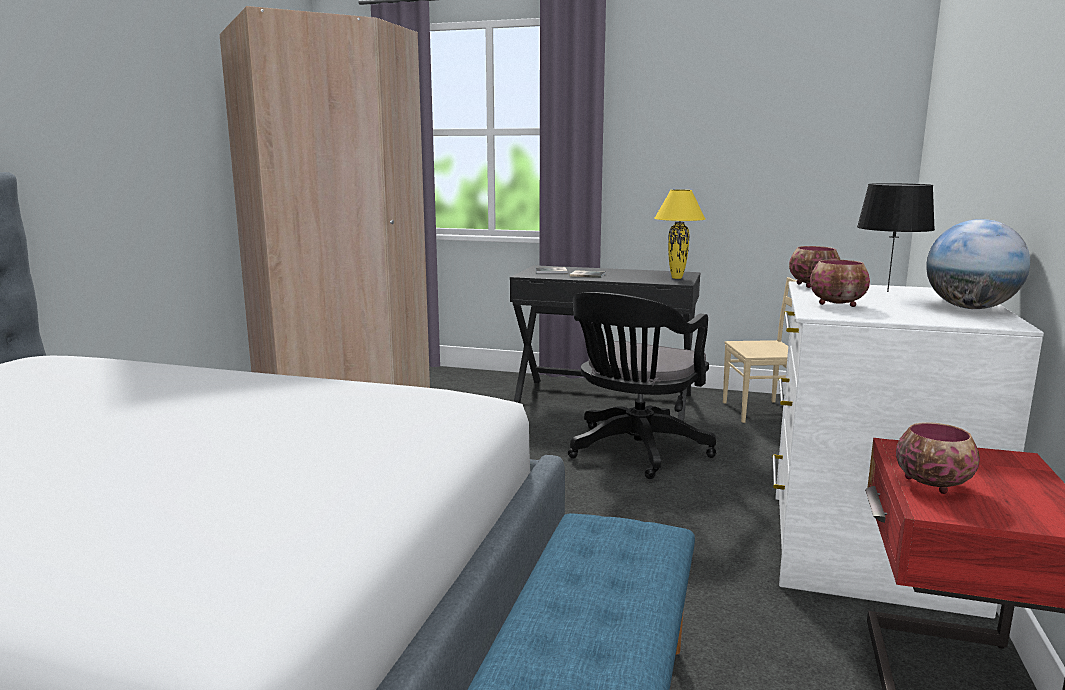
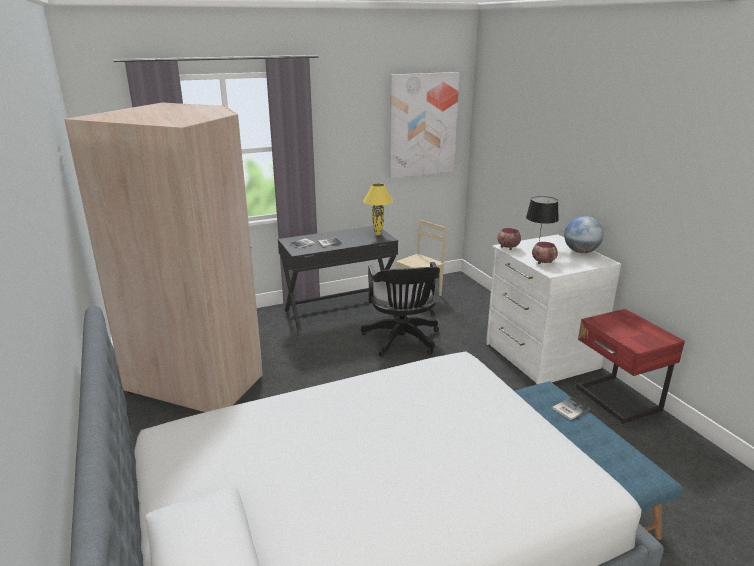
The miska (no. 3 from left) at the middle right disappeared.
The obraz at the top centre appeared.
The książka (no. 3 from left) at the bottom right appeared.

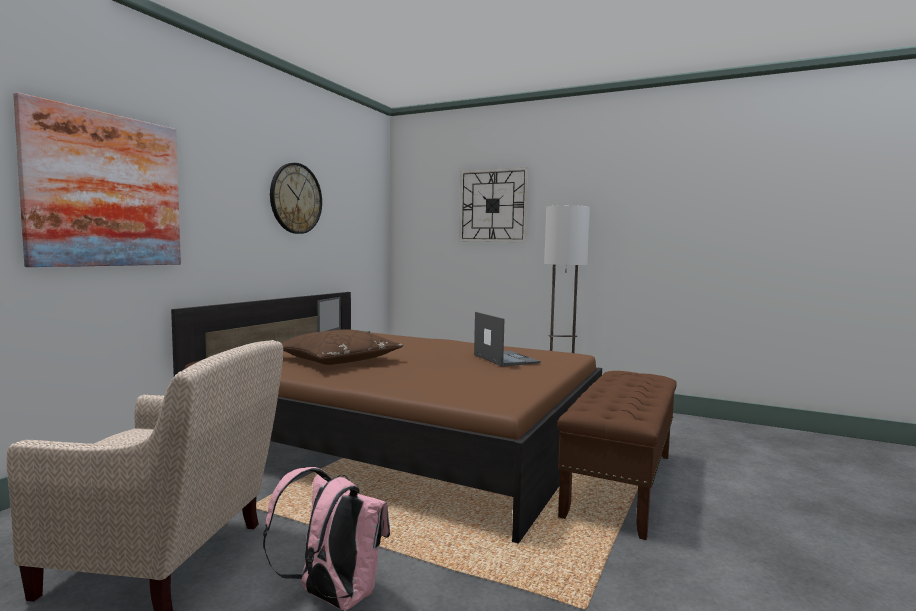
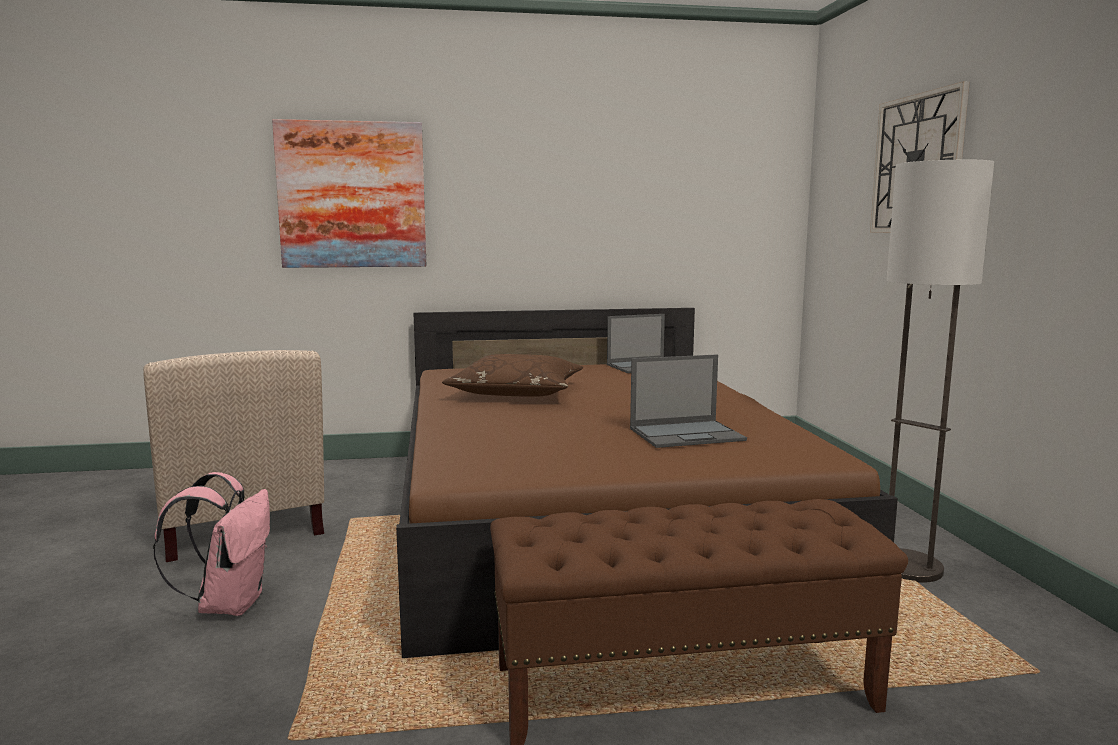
The zegar ścienny (no. 1 from left) at the top left disappeared.
The laptop (no. 2 from left) at the centre turned 45 degrees clockwise.

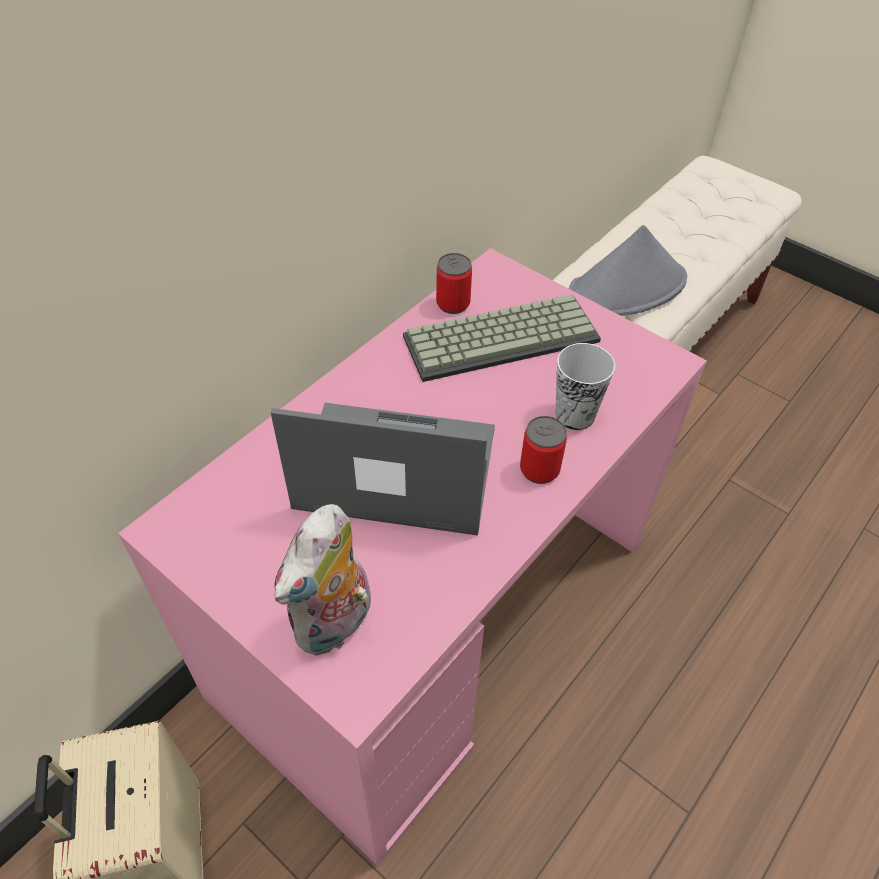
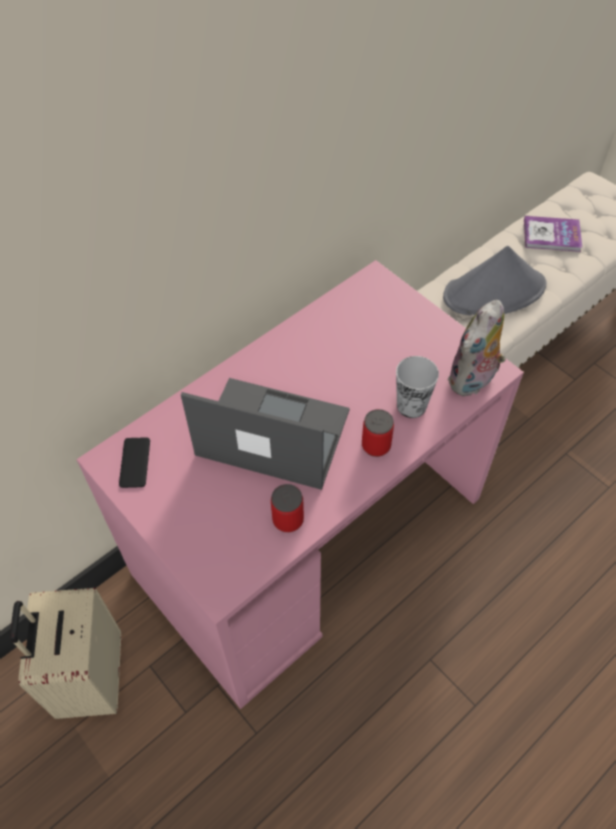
The pluszak moved from the centre to the middle right.
The klawiatura at the centre disappeared.
The puszka (no. 1 from left) moved from the top centre to the centre.
The telefon at the middle left appeared.
The książka at the top right appeared.

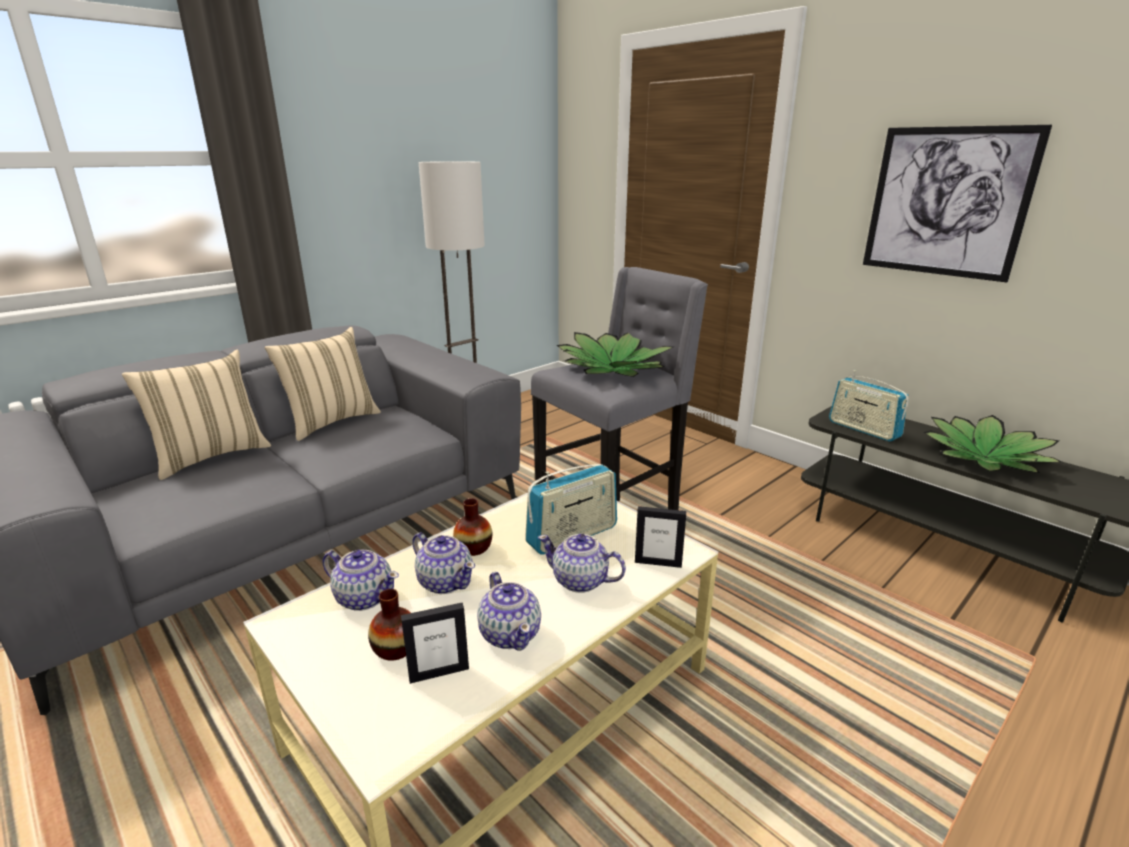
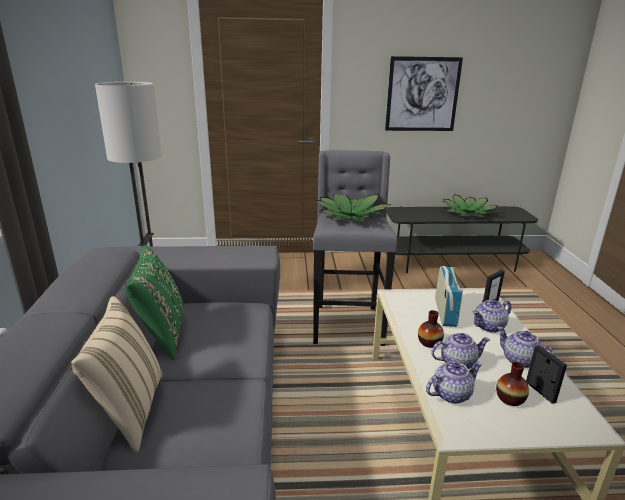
The poduszka (beżowy) (no. 2 from left) at the middle left became the poduszka (zielony) at the middle left.
The ramka na zdjęcie (no. 1 from left in the first image) at the bottom centre turned 45 degrees counterclockwise.
The imbryk (no. 3 from left in the first image) at the bottom centre turned 150 degrees counterclockwise.
The radio (no. 2 from left) at the middle right disappeared.

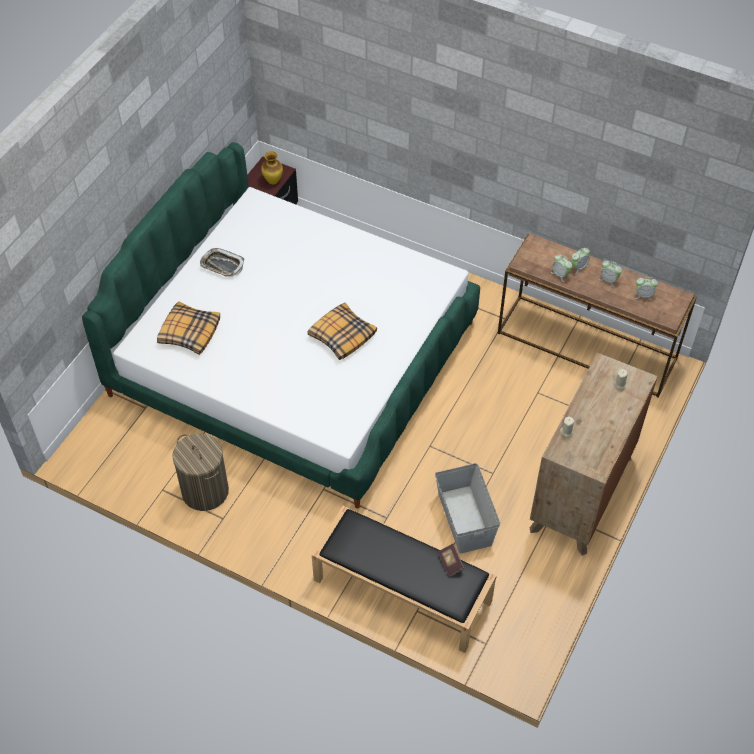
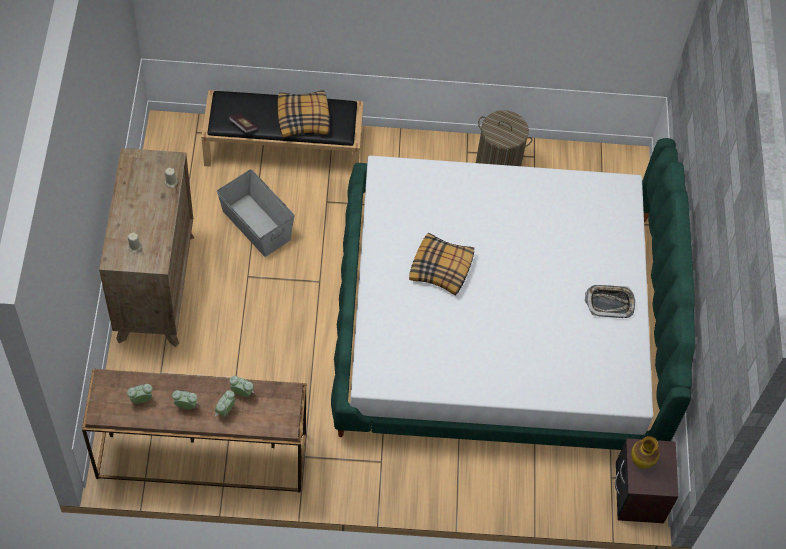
The poduszka (no. 1 from left) moved from the middle left to the top centre.

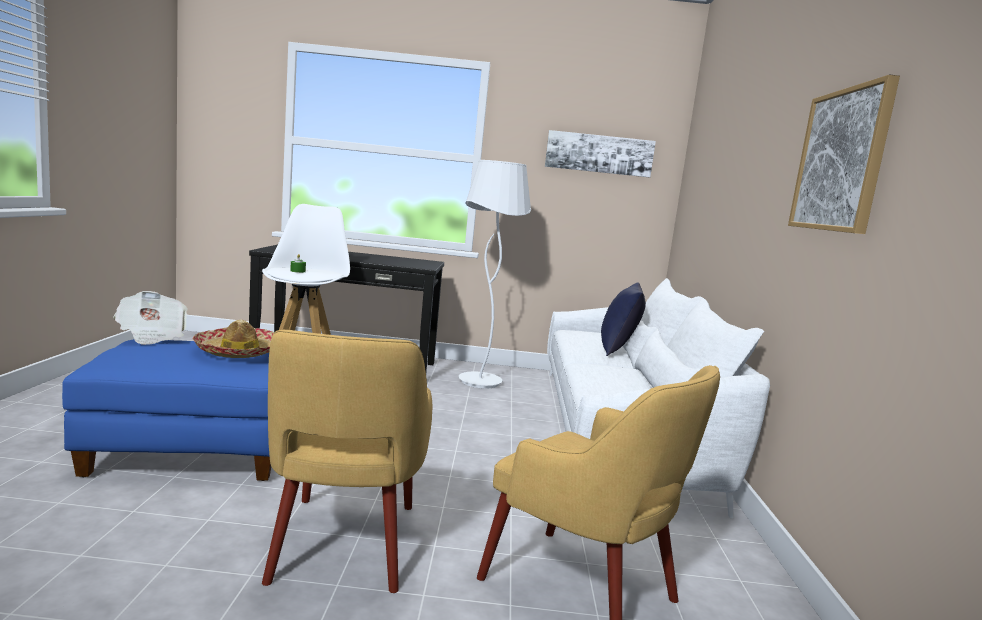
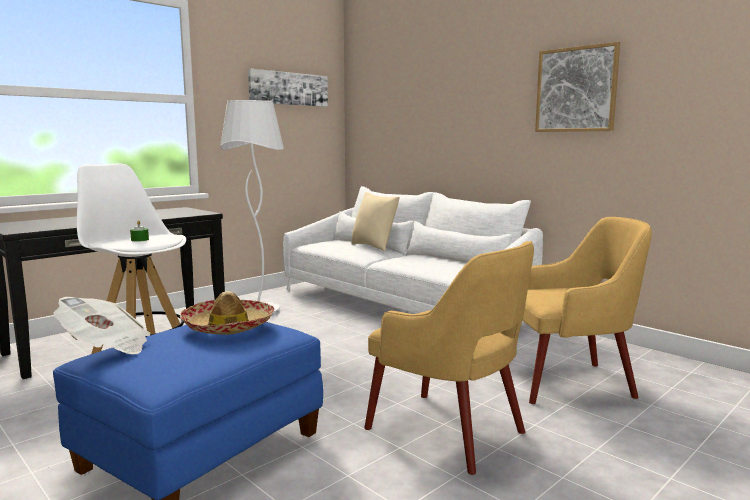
The poduszka (niebieski) at the centre became the poduszka (beżowy) at the centre.

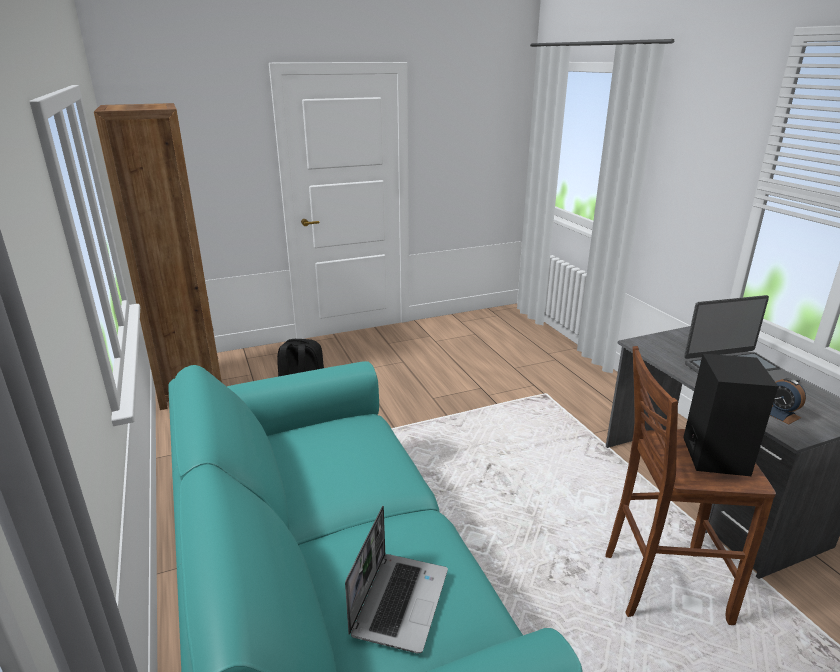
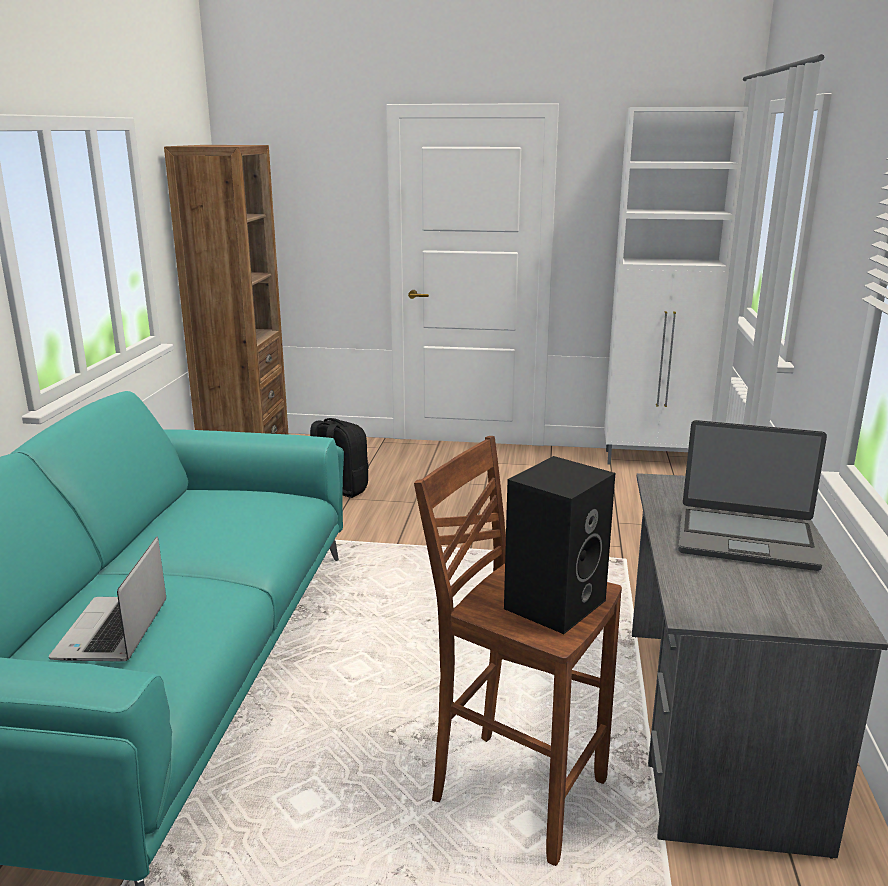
The laptop (no. 1 from left) at the bottom centre turned 135 degrees clockwise.
The budzik at the middle right disappeared.
The szafka (biały) at the top right appeared.

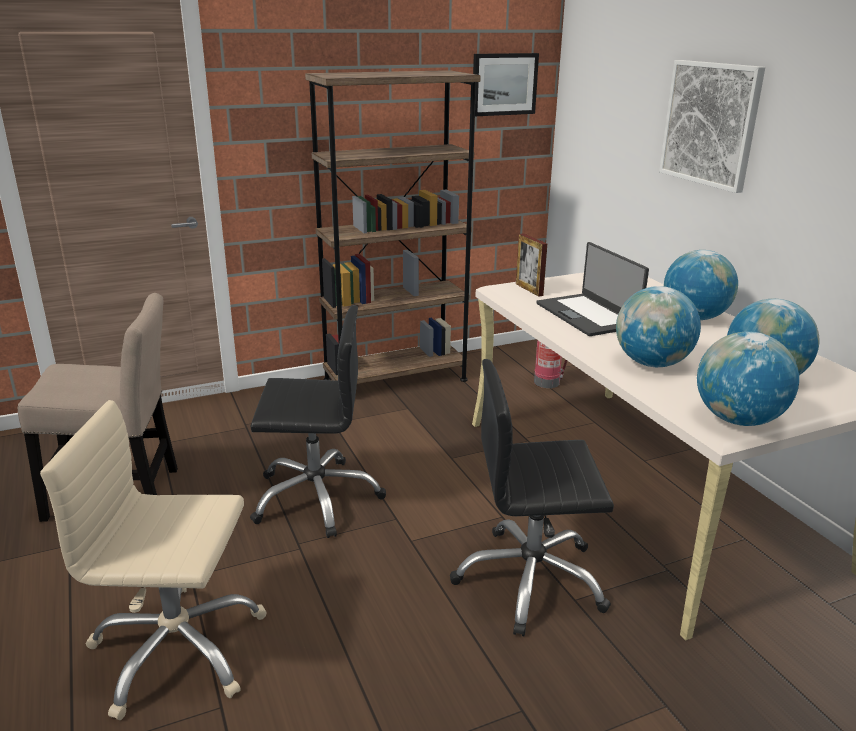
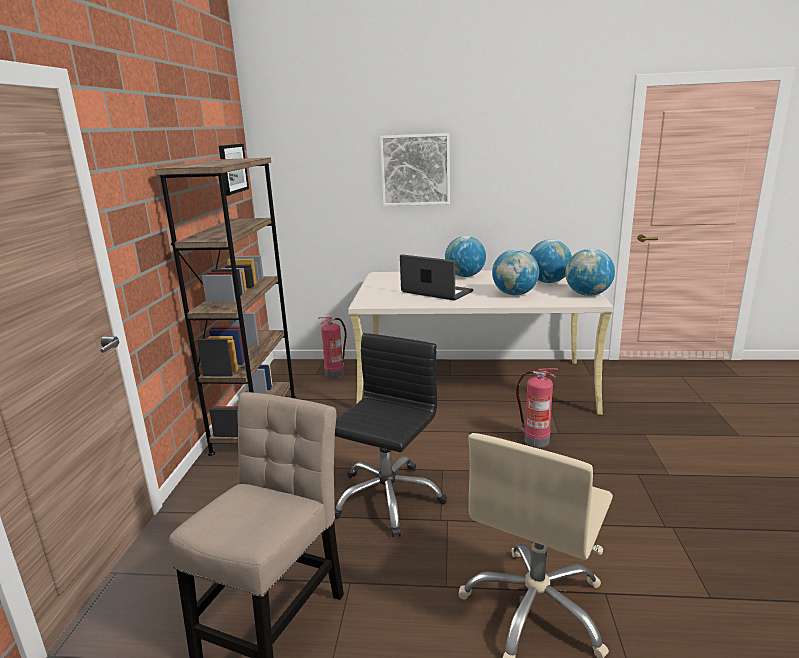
The krzesło biurowe (czarny) (no. 2 from left) at the bottom centre was replaced by the gaśnica (no. 2 from left) at the middle right.
The ramka na zdjęcie at the centre disappeared.
The laptop at the middle right turned 150 degrees counterclockwise.

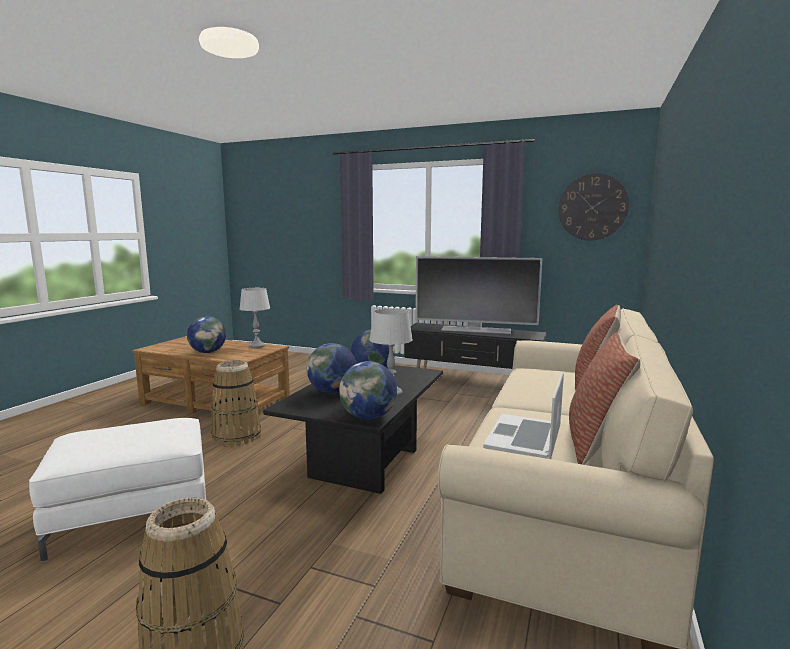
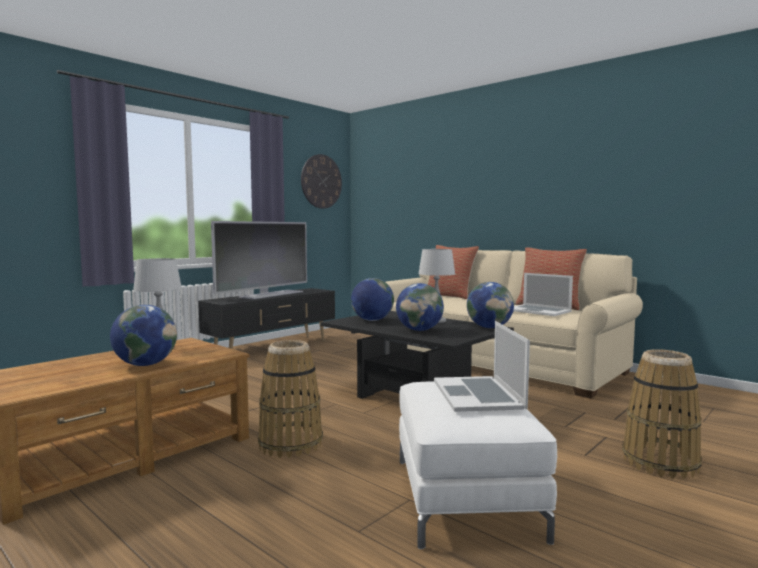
The laptop (no. 1 from left) at the centre appeared.

